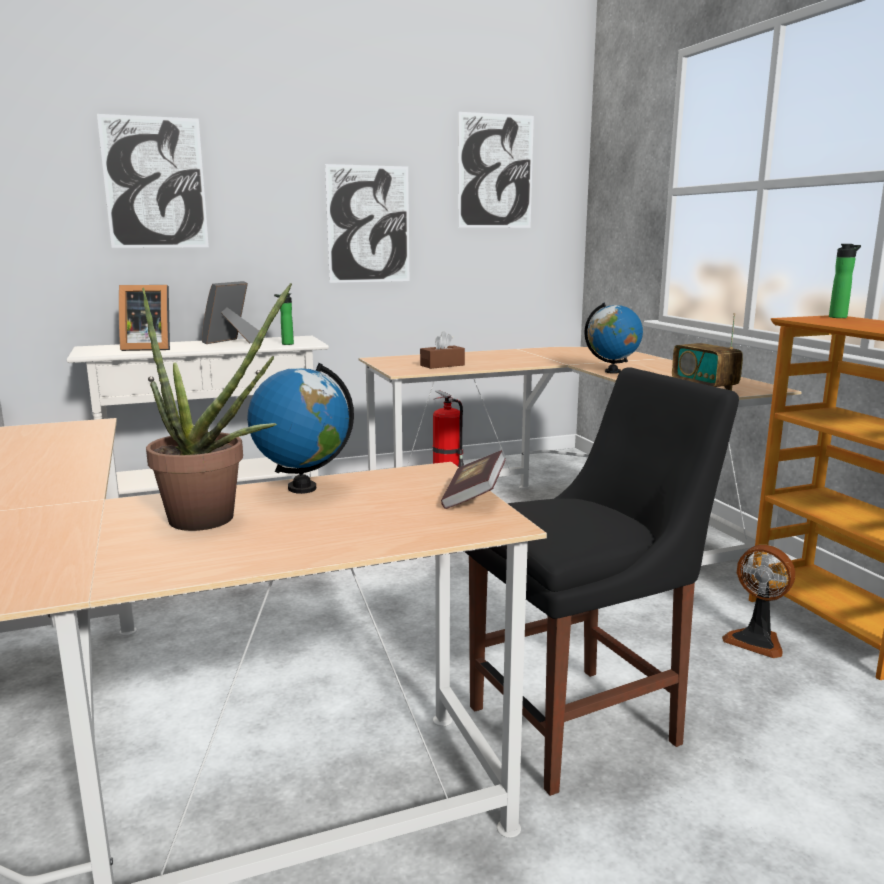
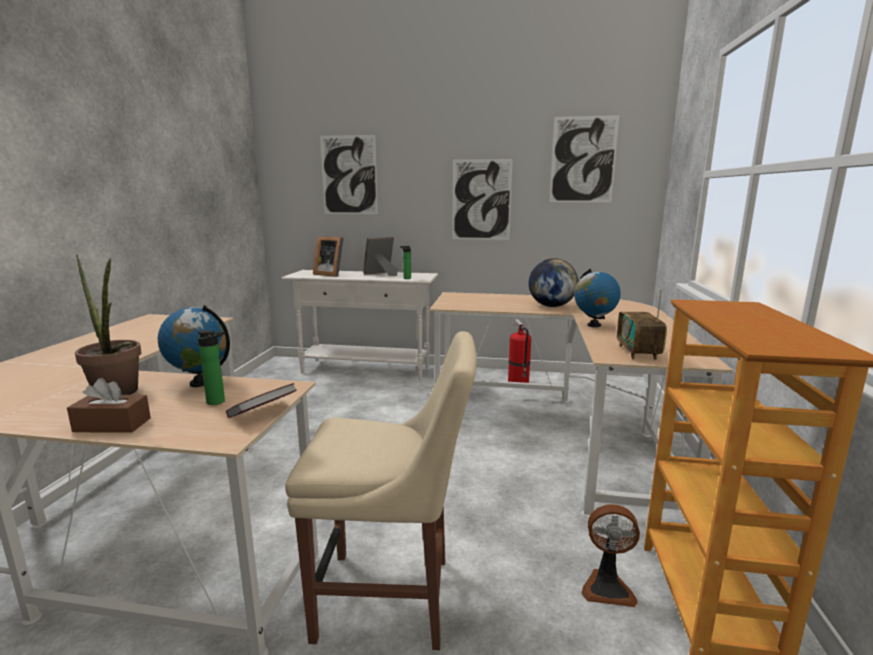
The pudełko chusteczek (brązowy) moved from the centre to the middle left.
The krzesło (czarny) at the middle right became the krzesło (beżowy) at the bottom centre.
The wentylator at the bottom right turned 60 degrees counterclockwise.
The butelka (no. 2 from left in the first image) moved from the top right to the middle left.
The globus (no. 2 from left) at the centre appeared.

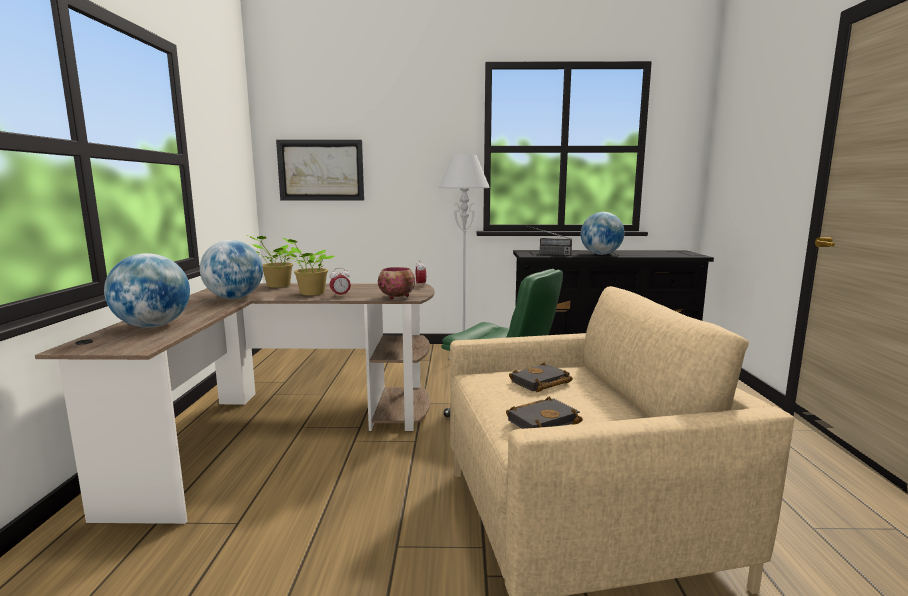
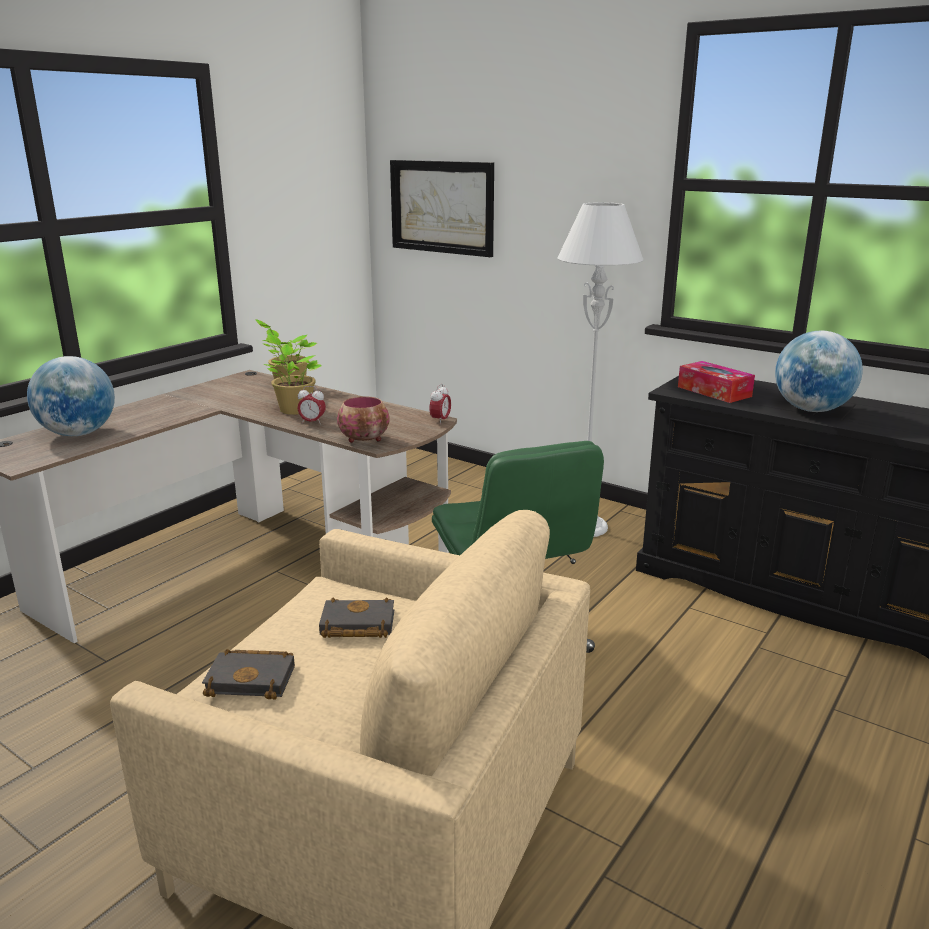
The globus (no. 2 from left) at the middle left disappeared.
The radio at the centre was replaced by the pudełko chusteczek at the middle right.

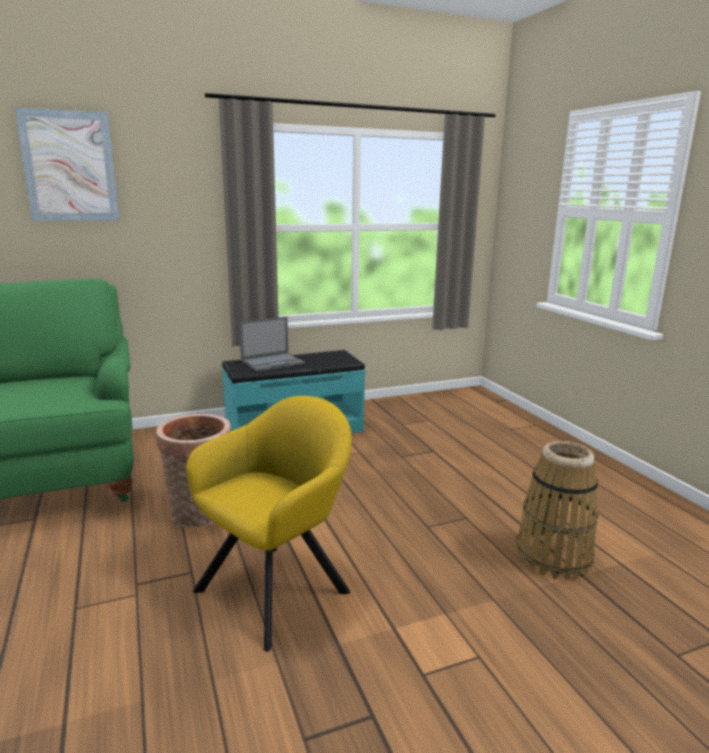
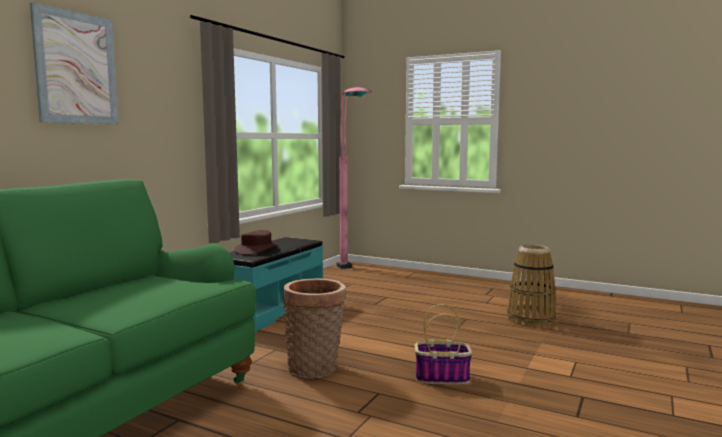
The fotel (żółty) at the bottom centre was replaced by the koszyk (no. 2 from left) at the bottom centre.
The laptop at the centre was replaced by the kapelusz (brązowy) at the centre.
The lampa stojąca (różowy) at the centre appeared.

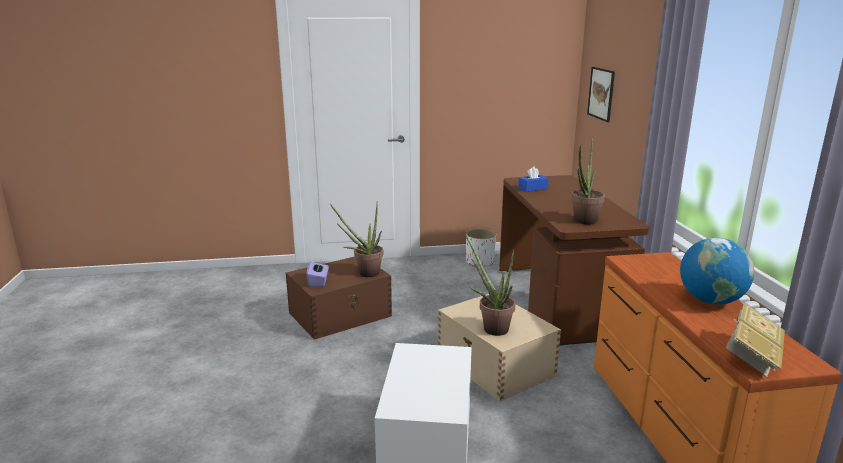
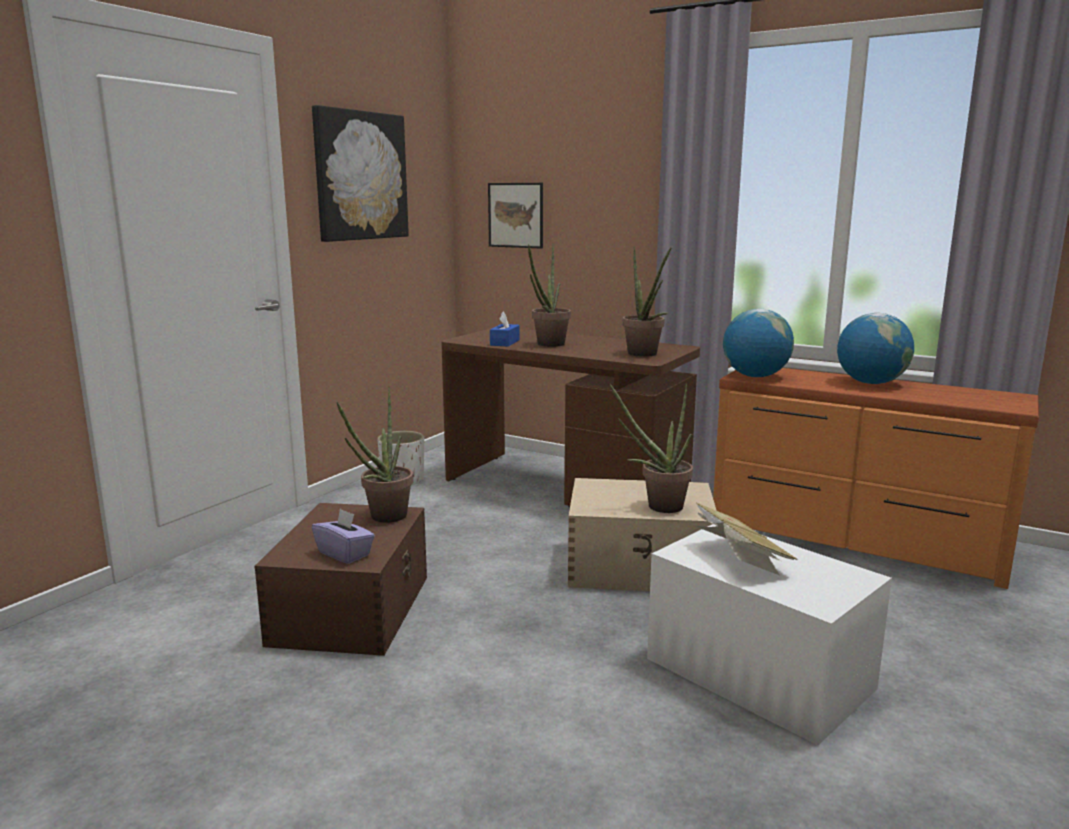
The książka moved from the bottom right to the middle right.
The obraz (no. 1 from left) at the top centre appeared.
The roślina doniczkowa (no. 2 from left) at the centre appeared.
The globus (no. 1 from left) at the middle right appeared.

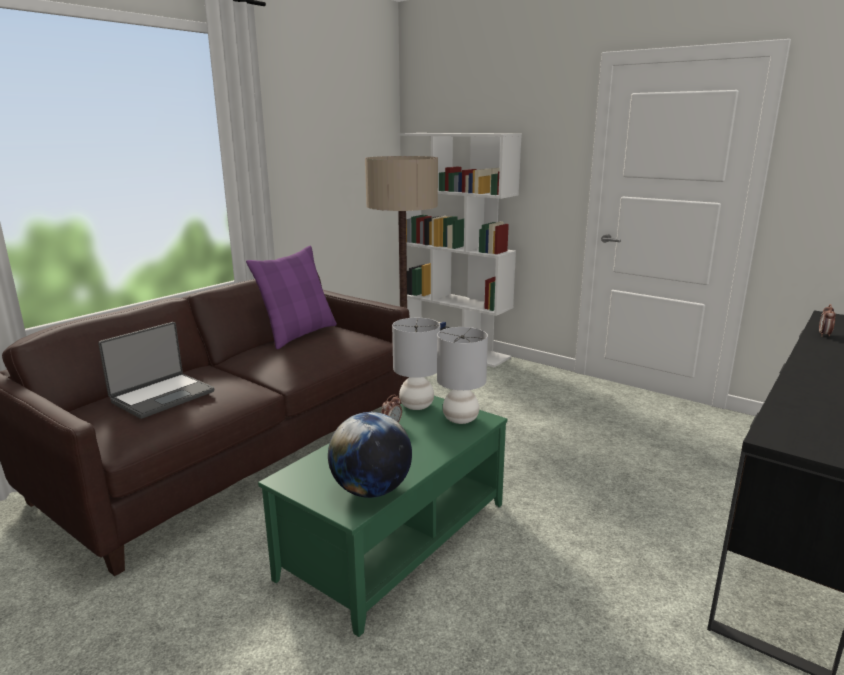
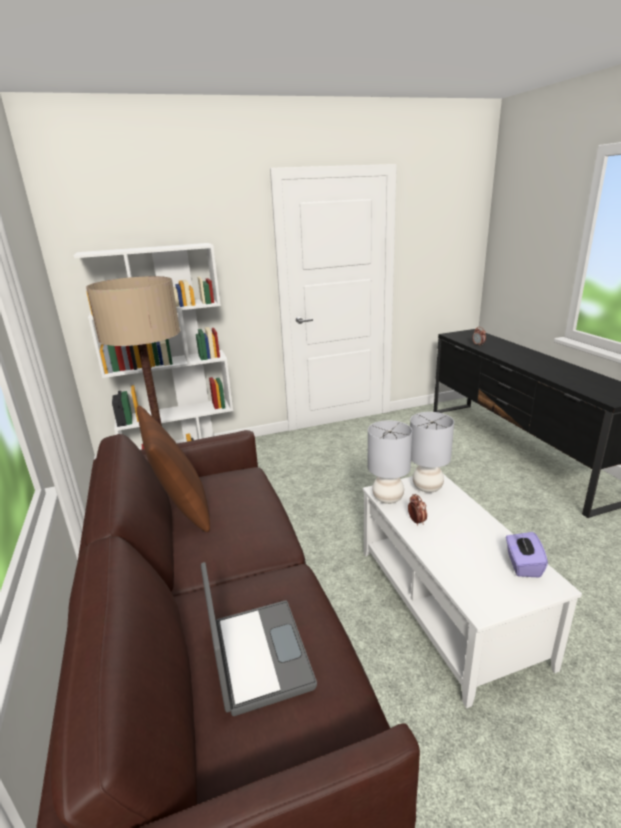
The poduszka (fioletowy) at the centre became the poduszka (brązowy) at the middle left.
The ława (zielony) at the bottom centre became the ława (biały) at the bottom right.
The globus at the bottom centre was replaced by the pudełko chusteczek (fioletowy) at the bottom right.

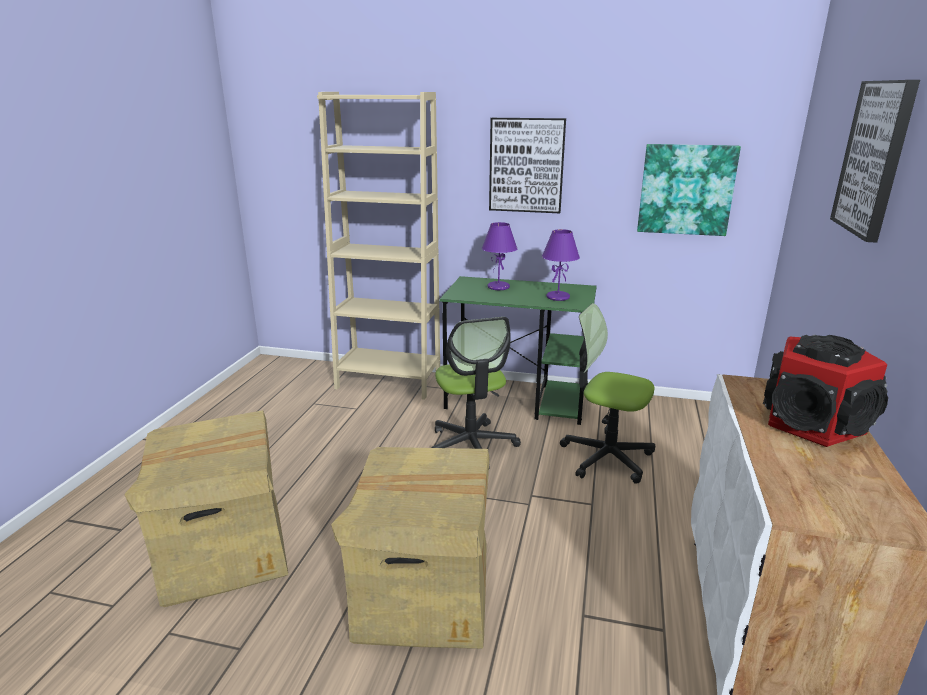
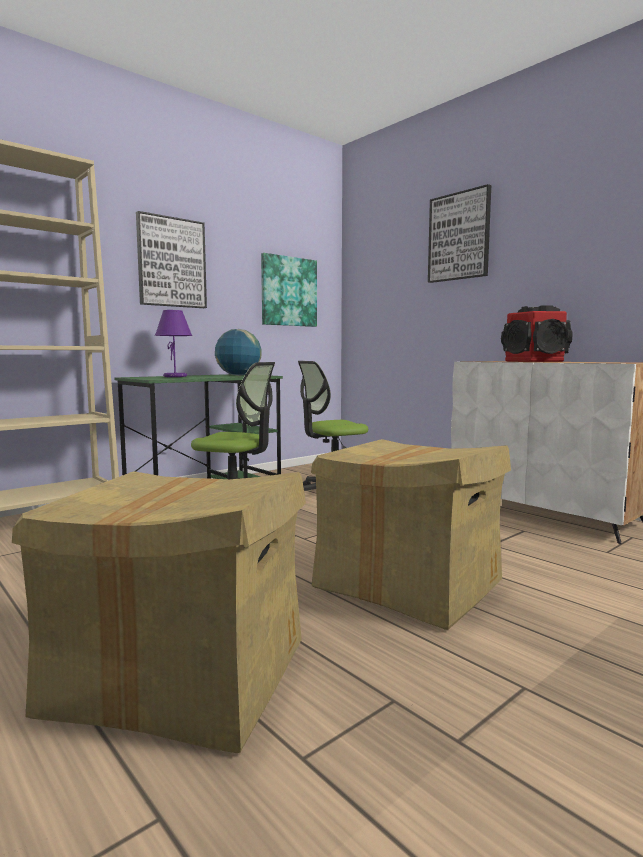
The lampa stołowa (fioletowy) (no. 2 from left) at the centre was replaced by the globus at the centre.

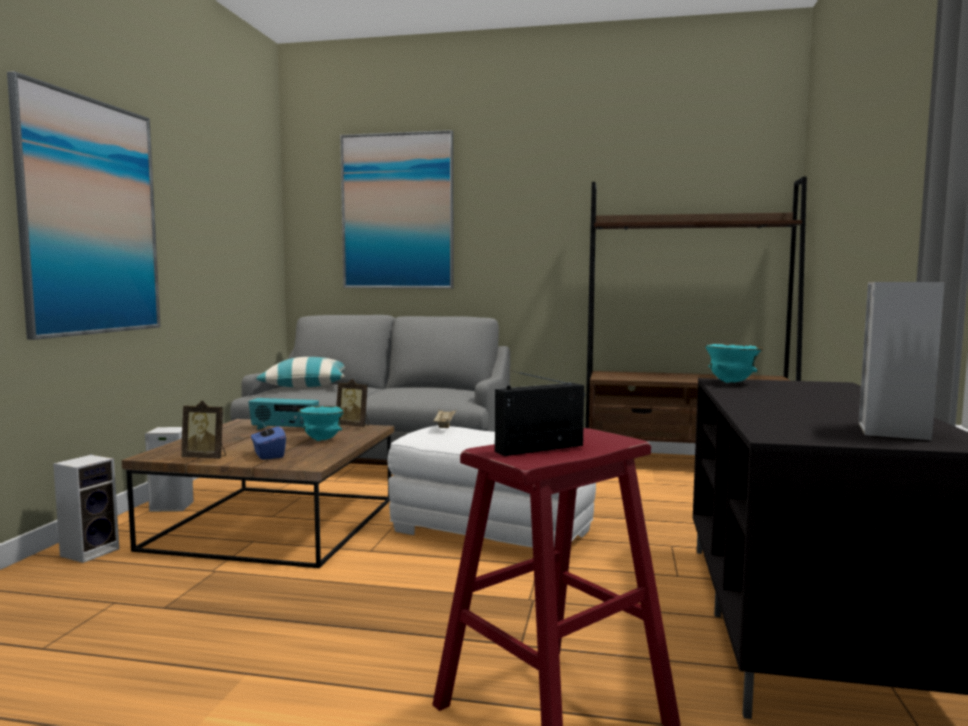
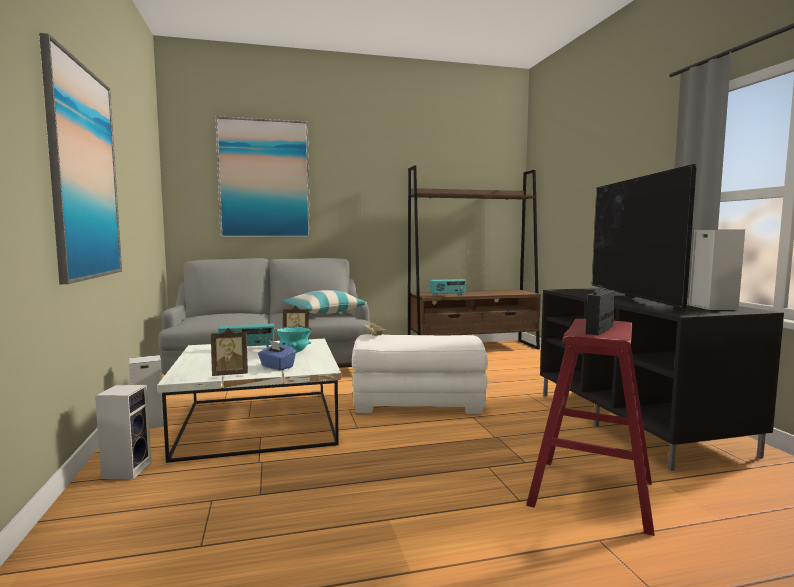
The ława (brązowy) at the bottom left became the ława (biały) at the bottom left.
The poduszka moved from the middle left to the centre.
The miska (turkusowy) (no. 2 from left) at the middle right disappeared.
The radio (no. 2 from left) at the centre appeared.
The telewizor at the middle right appeared.

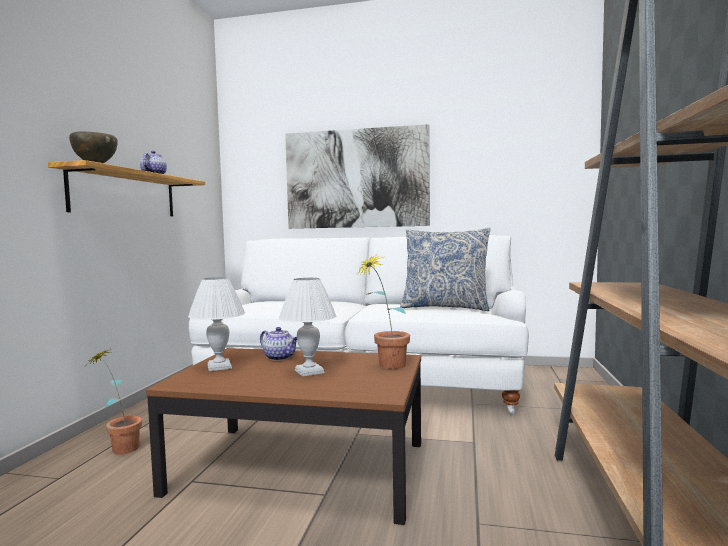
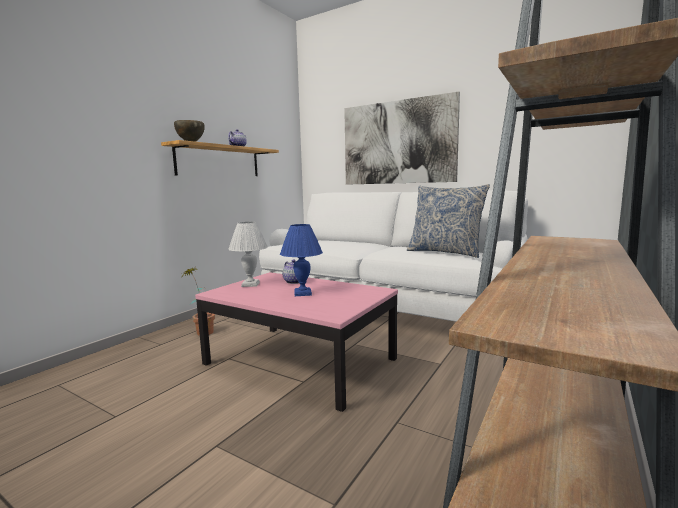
The ława (brązowy) at the bottom centre became the ława (różowy) at the bottom centre.
The lampa stołowa (biały) (no. 2 from left) at the centre became the lampa stołowa (niebieski) at the centre.
The roślina doniczkowa (no. 2 from left) at the centre disappeared.

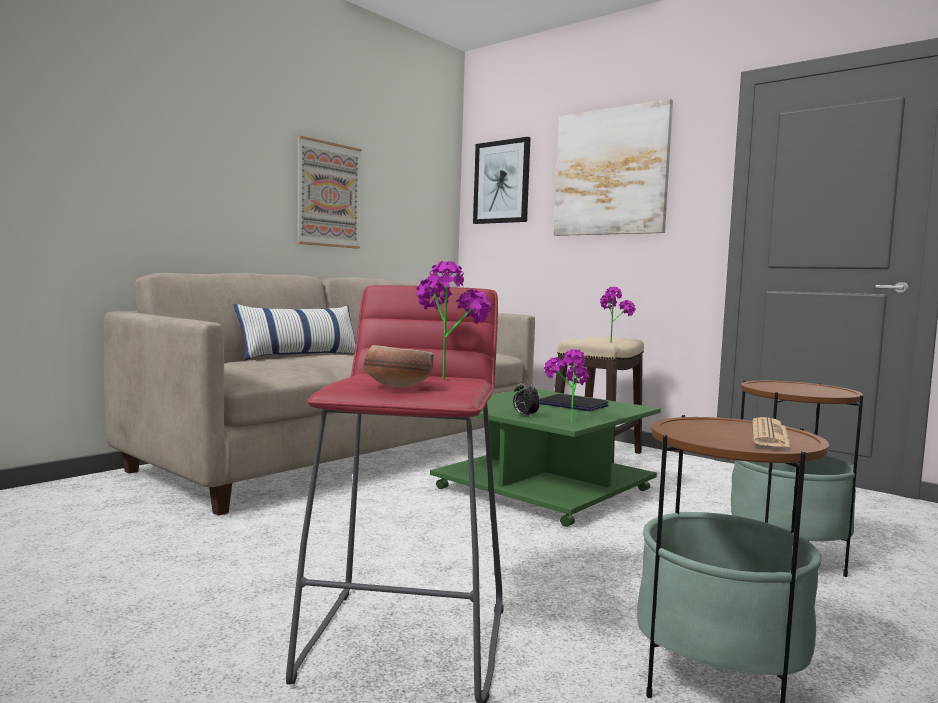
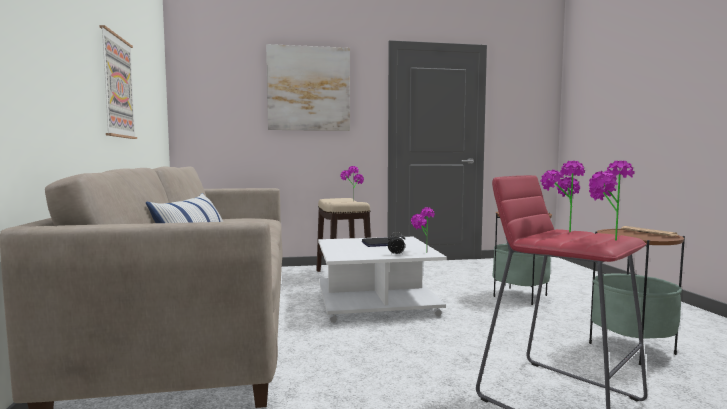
The miska at the centre was replaced by the roślina doniczkowa (no. 4 from left) at the middle right.
The ława (zielony) at the centre became the ława (biały) at the bottom centre.
The obraz (no. 2 from left) at the top centre disappeared.

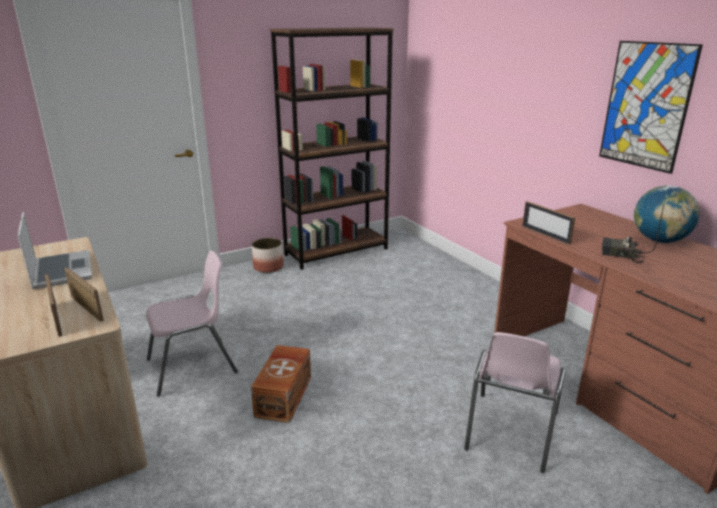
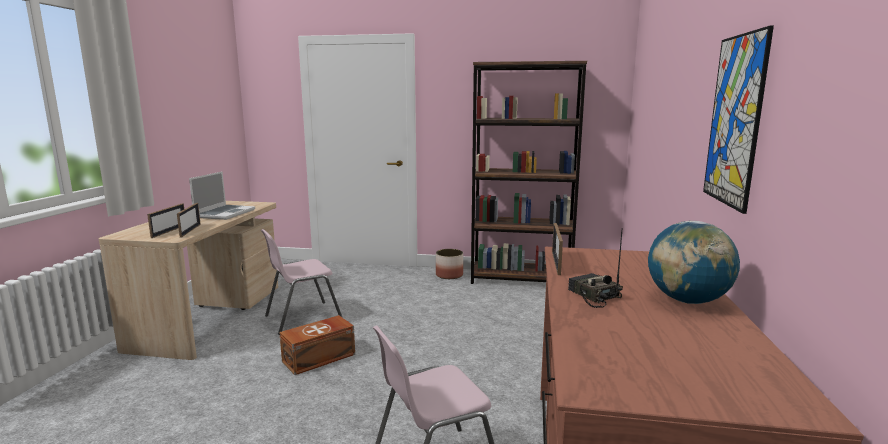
The krzesło (różowy) (no. 1 from left) at the middle left turned 135 degrees clockwise.

